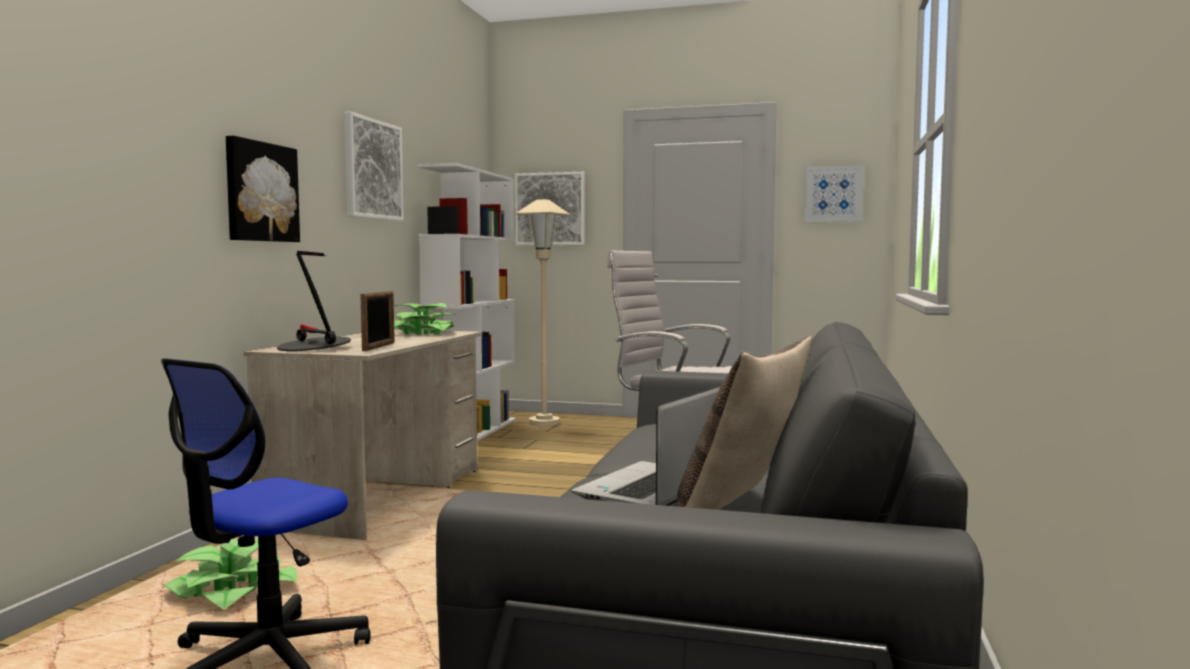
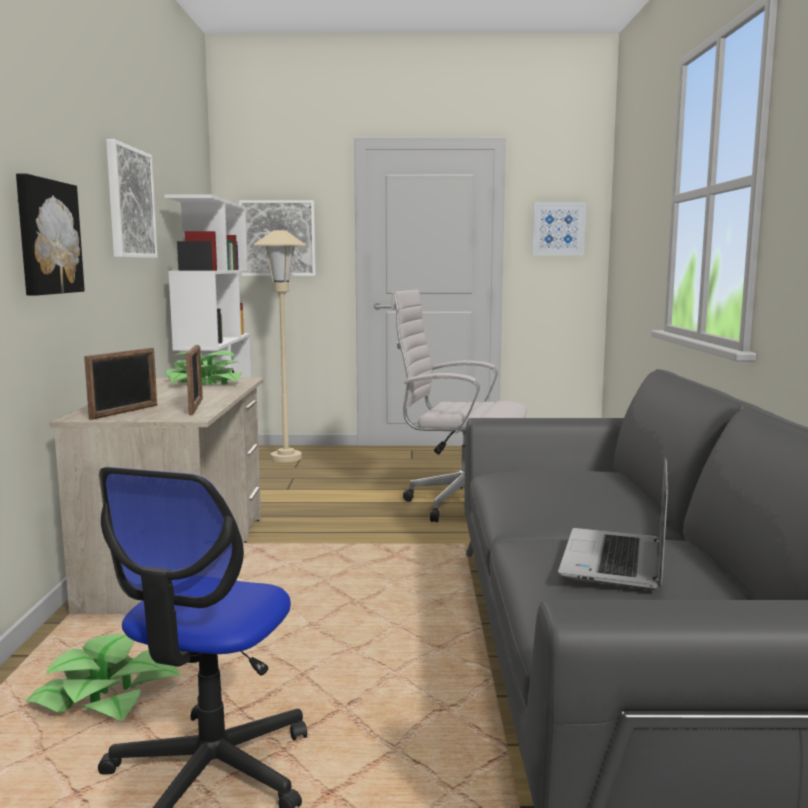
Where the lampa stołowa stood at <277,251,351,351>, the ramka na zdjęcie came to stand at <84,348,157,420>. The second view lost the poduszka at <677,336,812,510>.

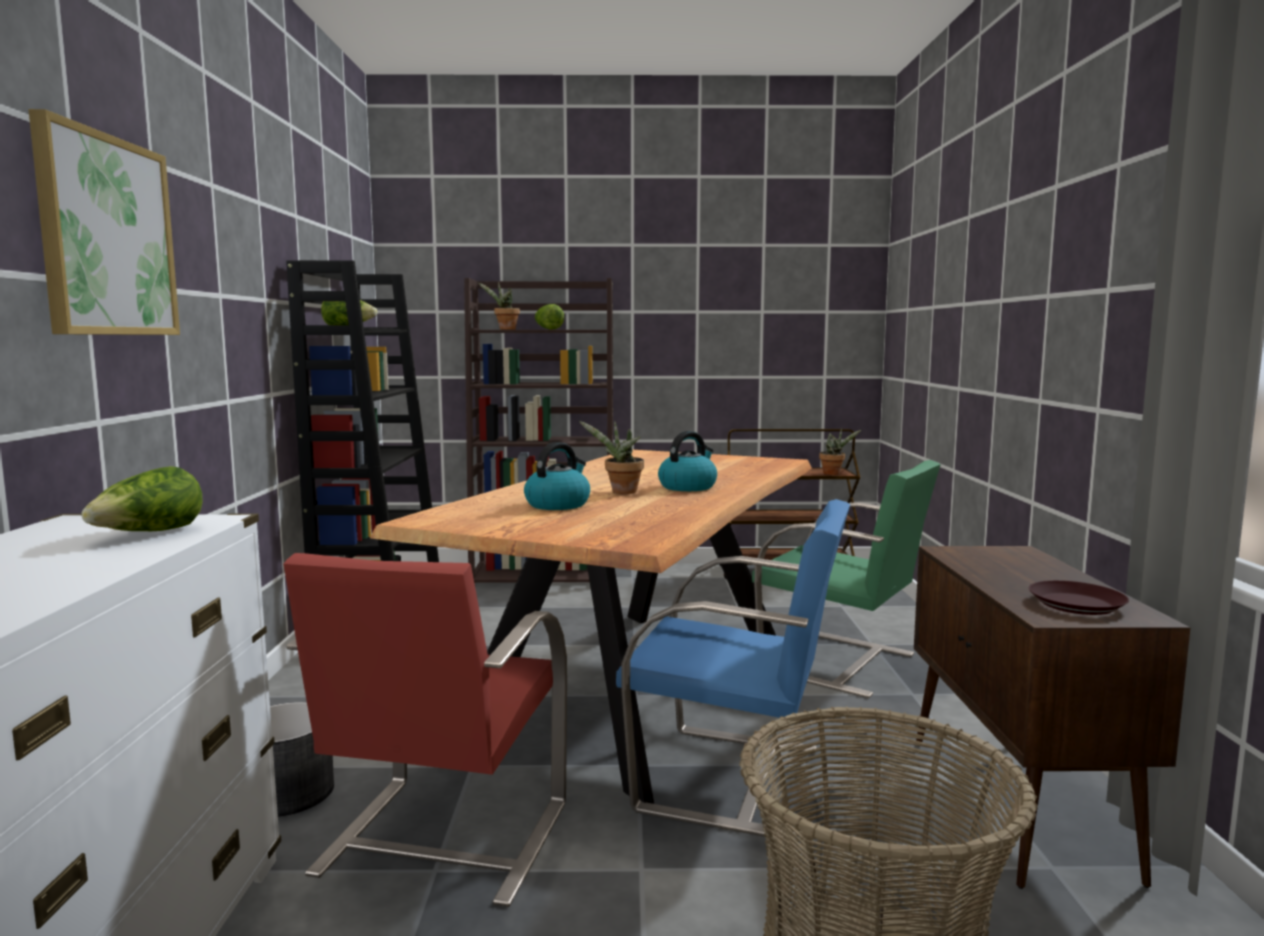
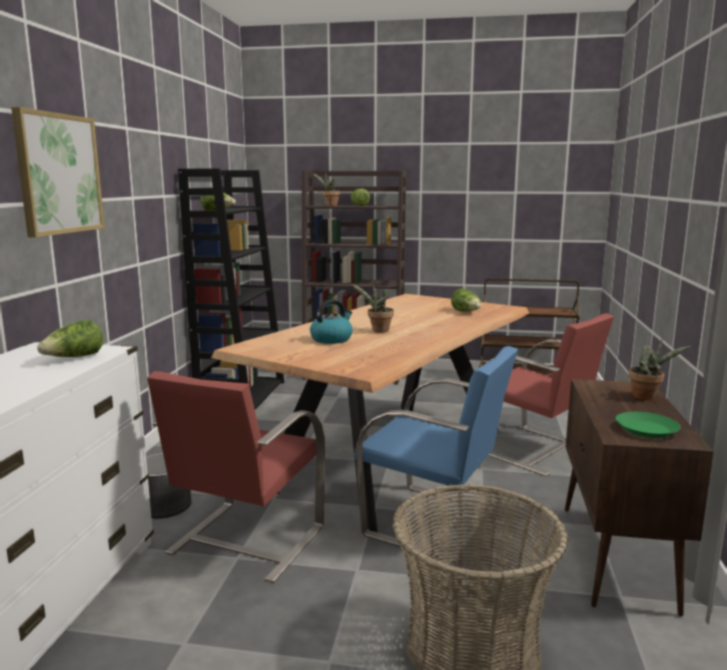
The roślina doniczkowa ended up elsewhere, having gone from <819,428,861,475> to <629,339,691,400>. The second view lost the czajnik at <658,431,717,491>. What was the krzesło [zielony] at <752,460,941,698> turned into the krzesło [czerwony] at <487,313,614,476>. What was the talerz [brązowy] at <1029,580,1129,615> turned into the talerz [zielony] at <616,412,681,438>. The second view gained the sałata at <451,288,481,312>.

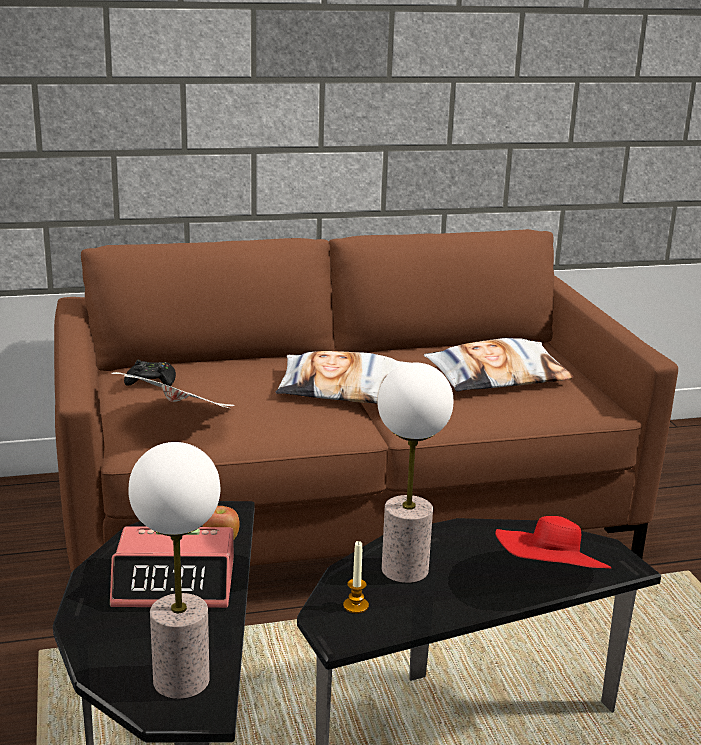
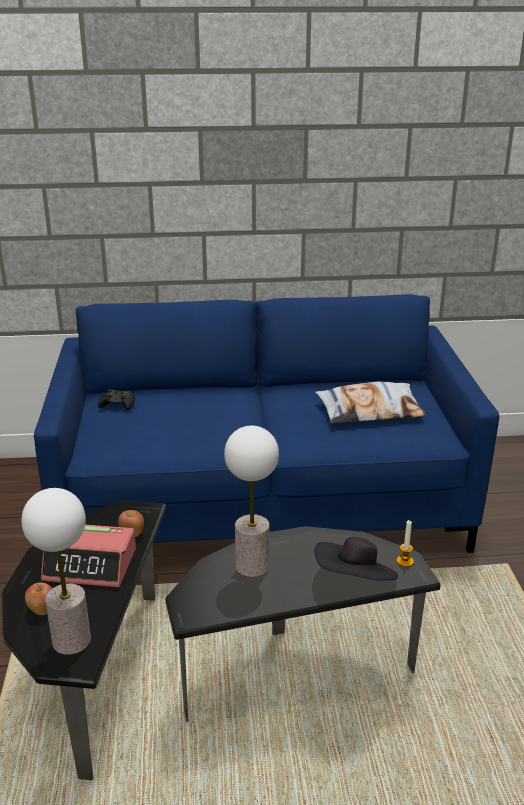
What was the kanapa [brązowy] at <54,229,678,573> turned into the kanapa [niebieski] at <34,294,499,553>. The second view lost the poduszka at <276,351,410,403>. The second view lost the gazeta at <111,372,234,408>. What was the kapelusz [czerwony] at <495,516,611,568> turned into the kapelusz [czarny] at <315,537,398,581>. The świeca ended up elsewhere, having gone from <343,541,369,613> to <396,520,414,567>. The second view gained the jabłko at <25,583,52,615>.

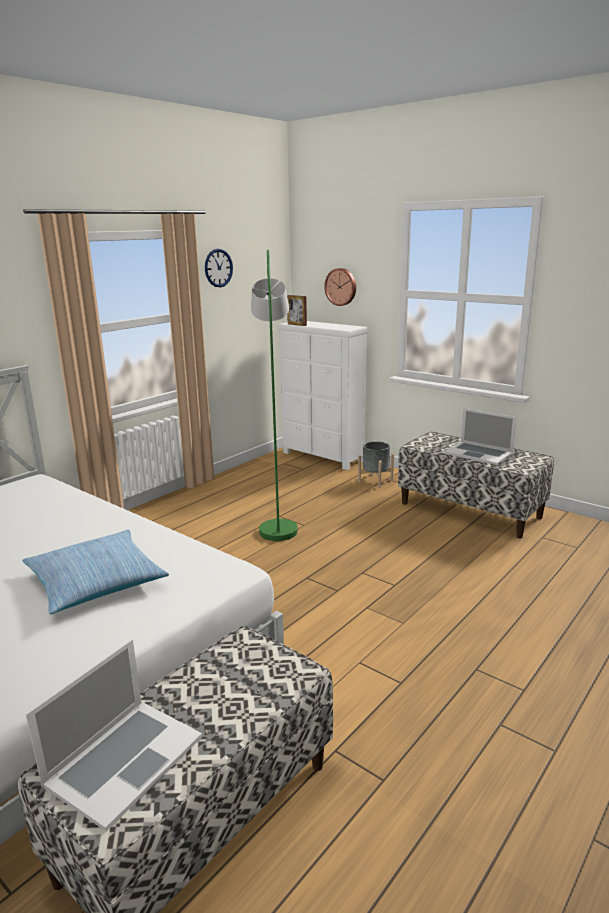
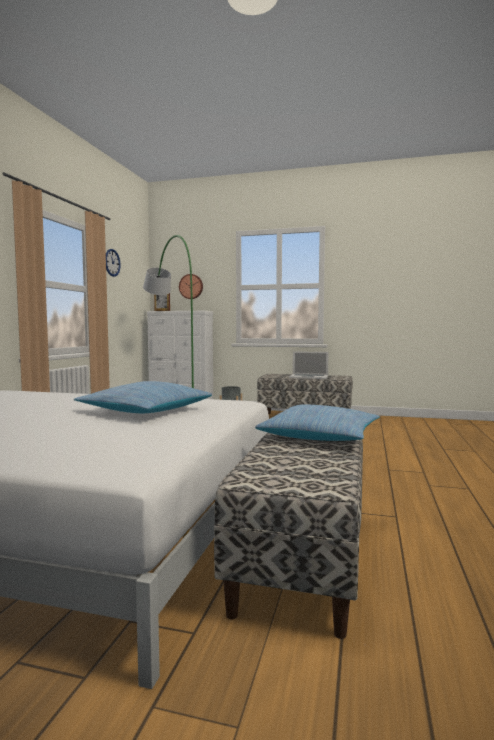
The second view lost the laptop at <26,639,202,832>. The second view gained the poduszka at <255,404,380,441>.

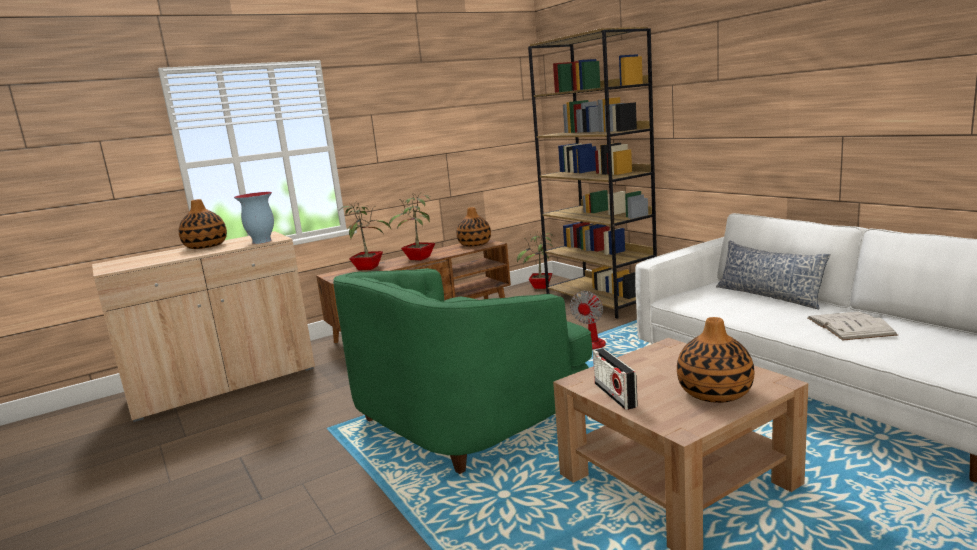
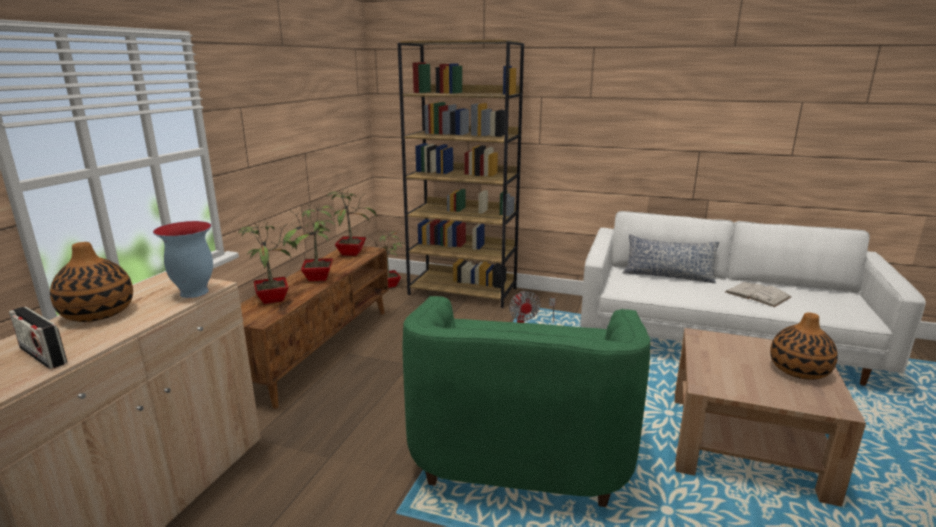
Where the wazon stood at <456,207,491,246>, the roślina doniczkowa came to stand at <327,188,377,256>. The radio ended up elsewhere, having gone from <593,348,638,410> to <9,306,67,369>.

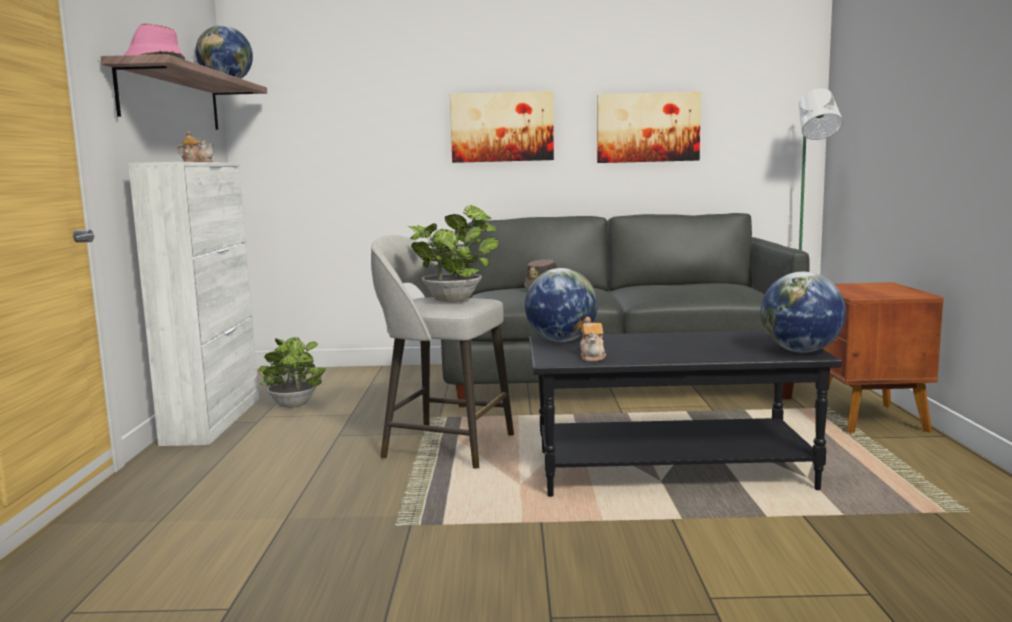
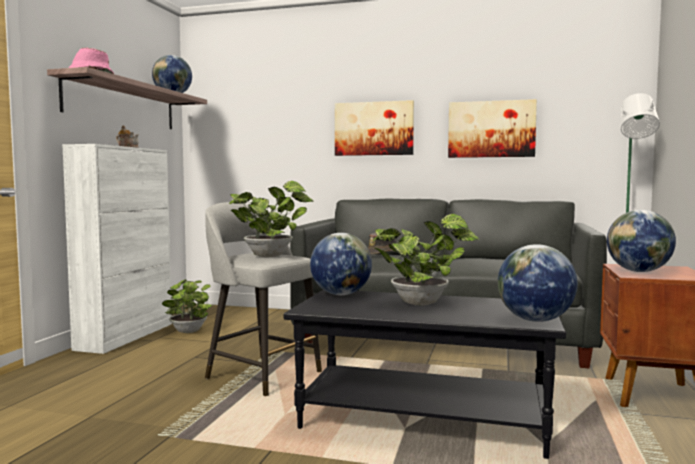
The second view lost the imbryk at <580,317,606,361>. The second view gained the globus at <607,210,676,272>. The second view gained the roślina doniczkowa at <373,214,479,305>.

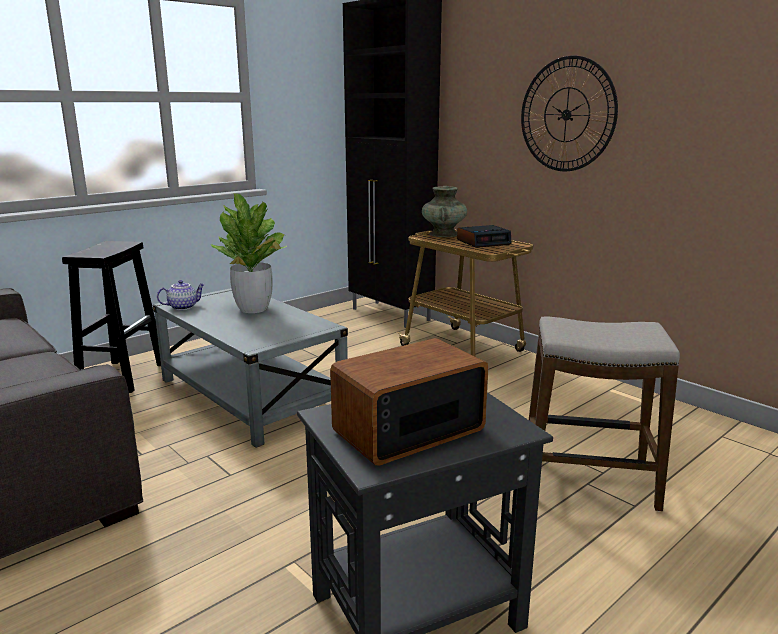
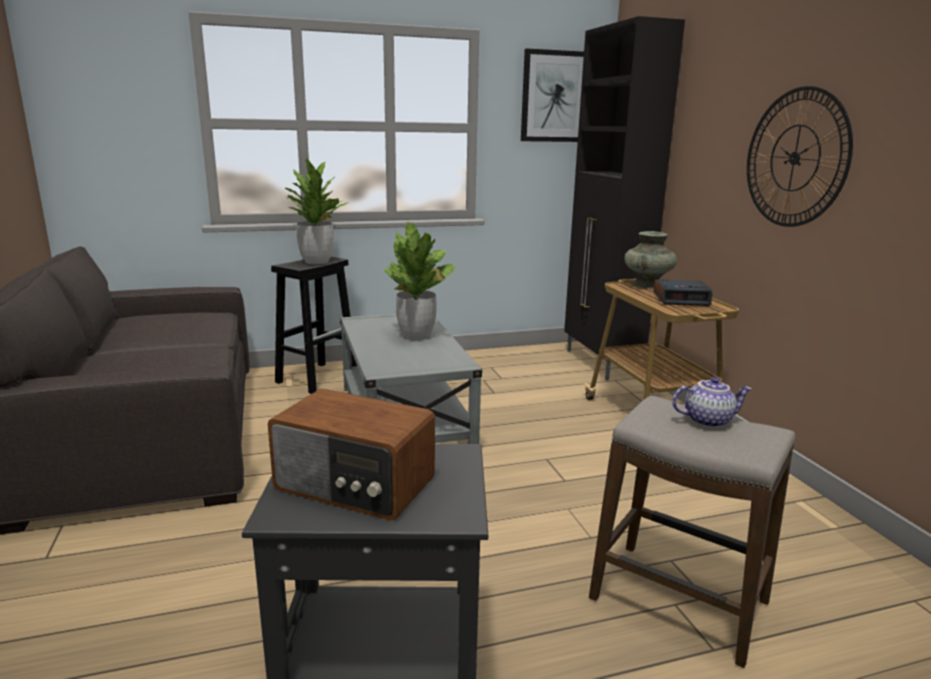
The imbryk ended up elsewhere, having gone from <157,280,205,310> to <672,377,752,428>. The radio at <330,338,489,466> ended up facing another way, 150 degrees counterclockwise from before. The second view gained the obraz at <521,48,584,142>. The second view gained the roślina doniczkowa at <285,158,349,264>.

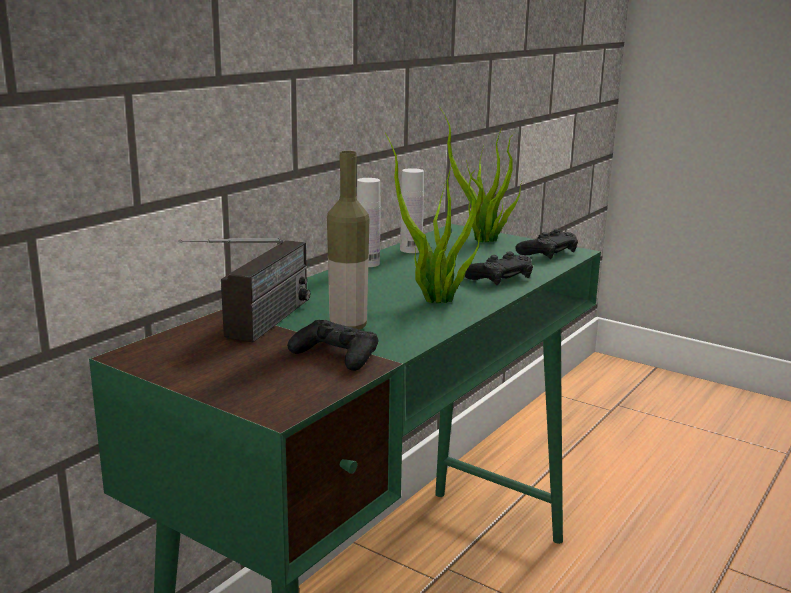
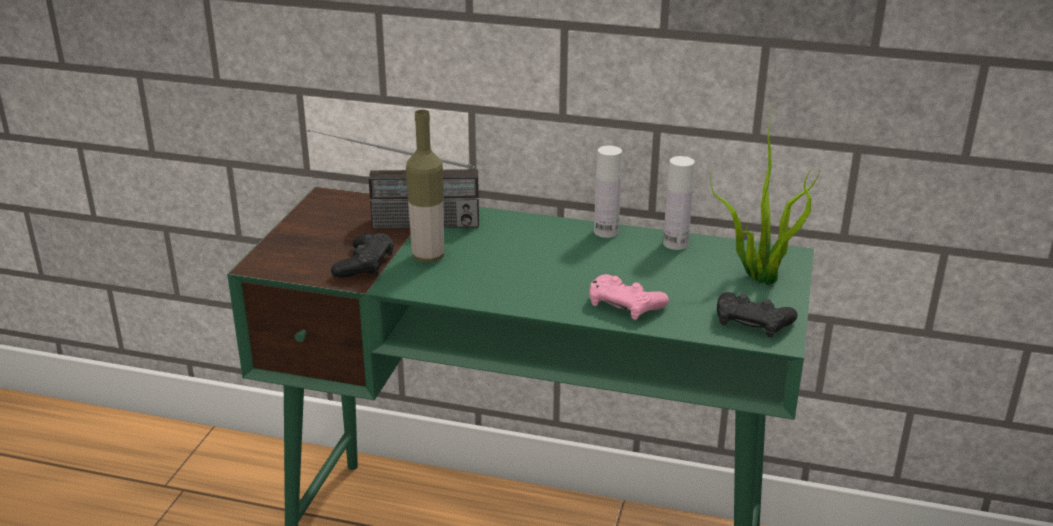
The second view lost the roślina doniczkowa at <385,133,481,303>. What was the pad do gier [czarny] at <465,251,533,285> turned into the pad do gier [różowy] at <589,274,669,320>.

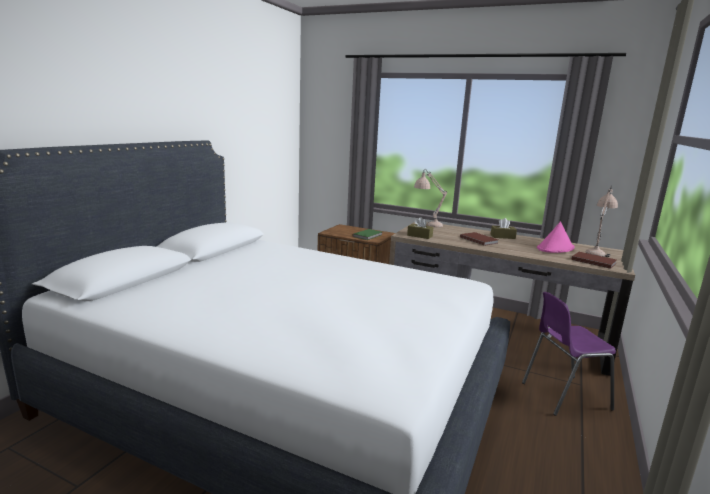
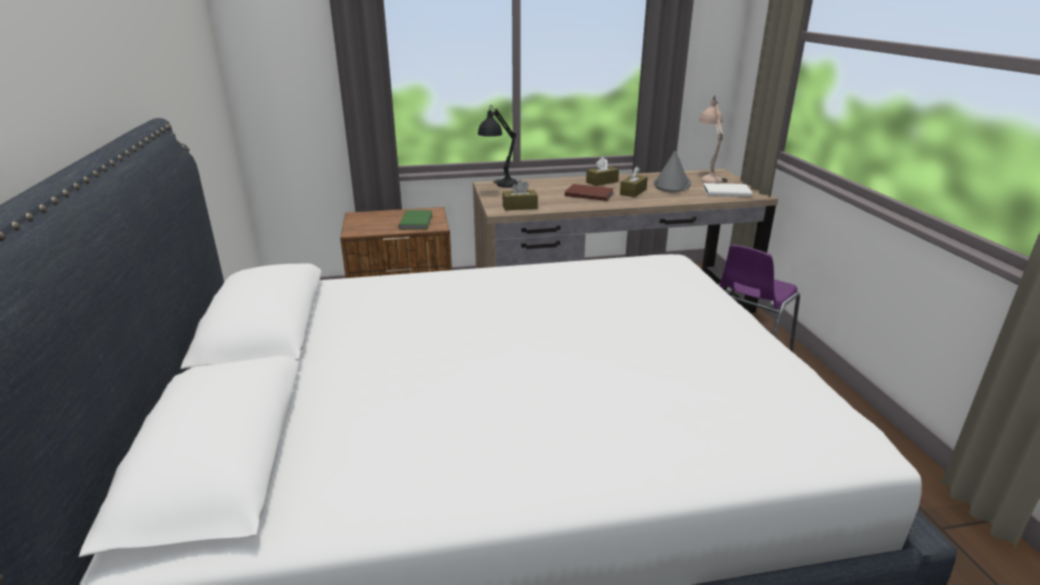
What was the lampa stołowa [beżowy] at <414,169,447,227> turned into the lampa stołowa [czarny] at <478,105,518,188>. What was the kapelusz [różowy] at <537,221,575,253> turned into the kapelusz [szary] at <654,150,691,192>. What was the książka [brązowy] at <572,252,617,269> turned into the książka [biały] at <703,183,752,197>. The second view gained the pudełko chusteczek [brązowy] at <620,166,648,197>.

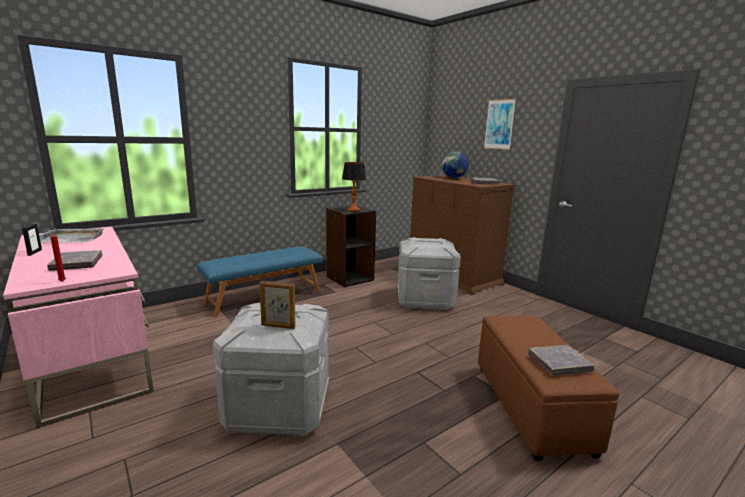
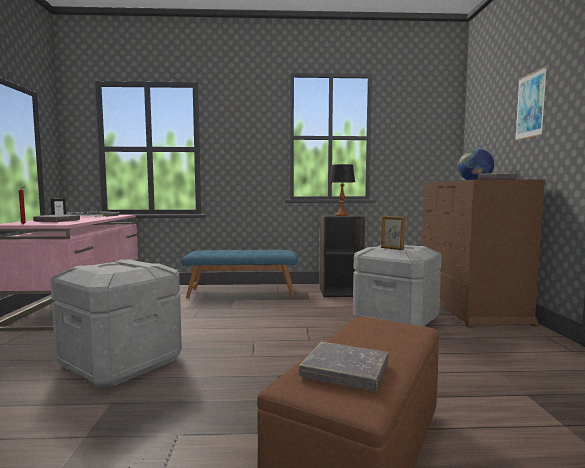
The ramka na zdjęcie ended up elsewhere, having gone from <259,281,295,329> to <381,216,405,250>.

